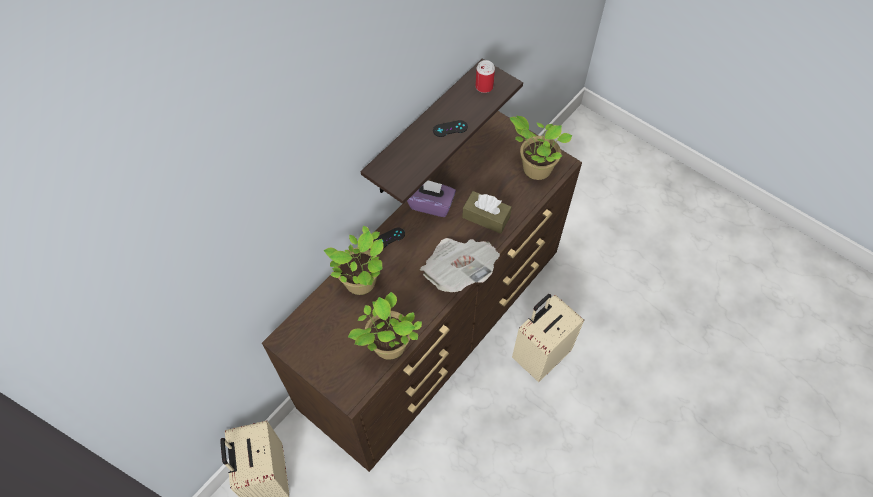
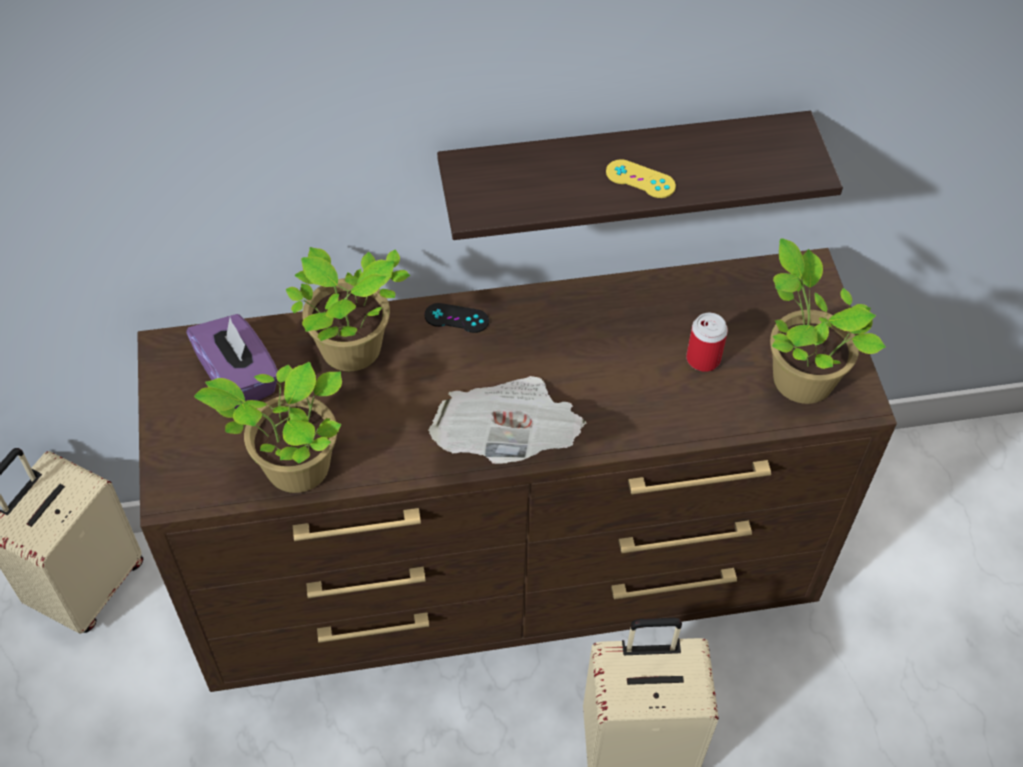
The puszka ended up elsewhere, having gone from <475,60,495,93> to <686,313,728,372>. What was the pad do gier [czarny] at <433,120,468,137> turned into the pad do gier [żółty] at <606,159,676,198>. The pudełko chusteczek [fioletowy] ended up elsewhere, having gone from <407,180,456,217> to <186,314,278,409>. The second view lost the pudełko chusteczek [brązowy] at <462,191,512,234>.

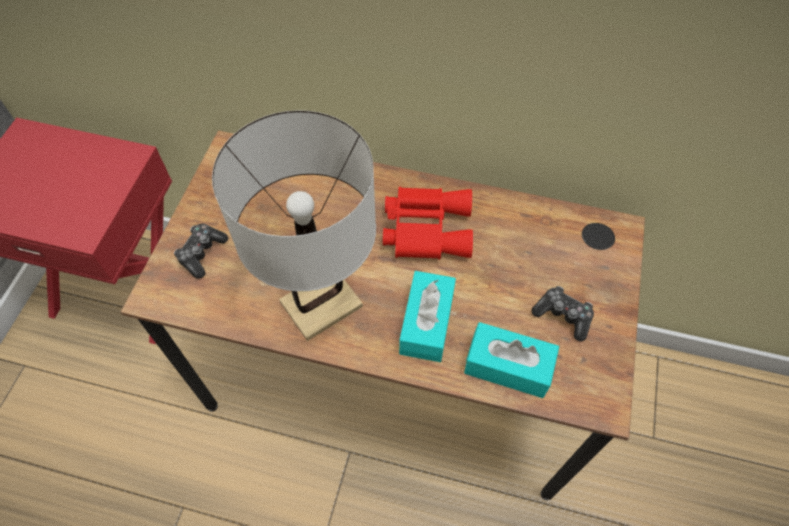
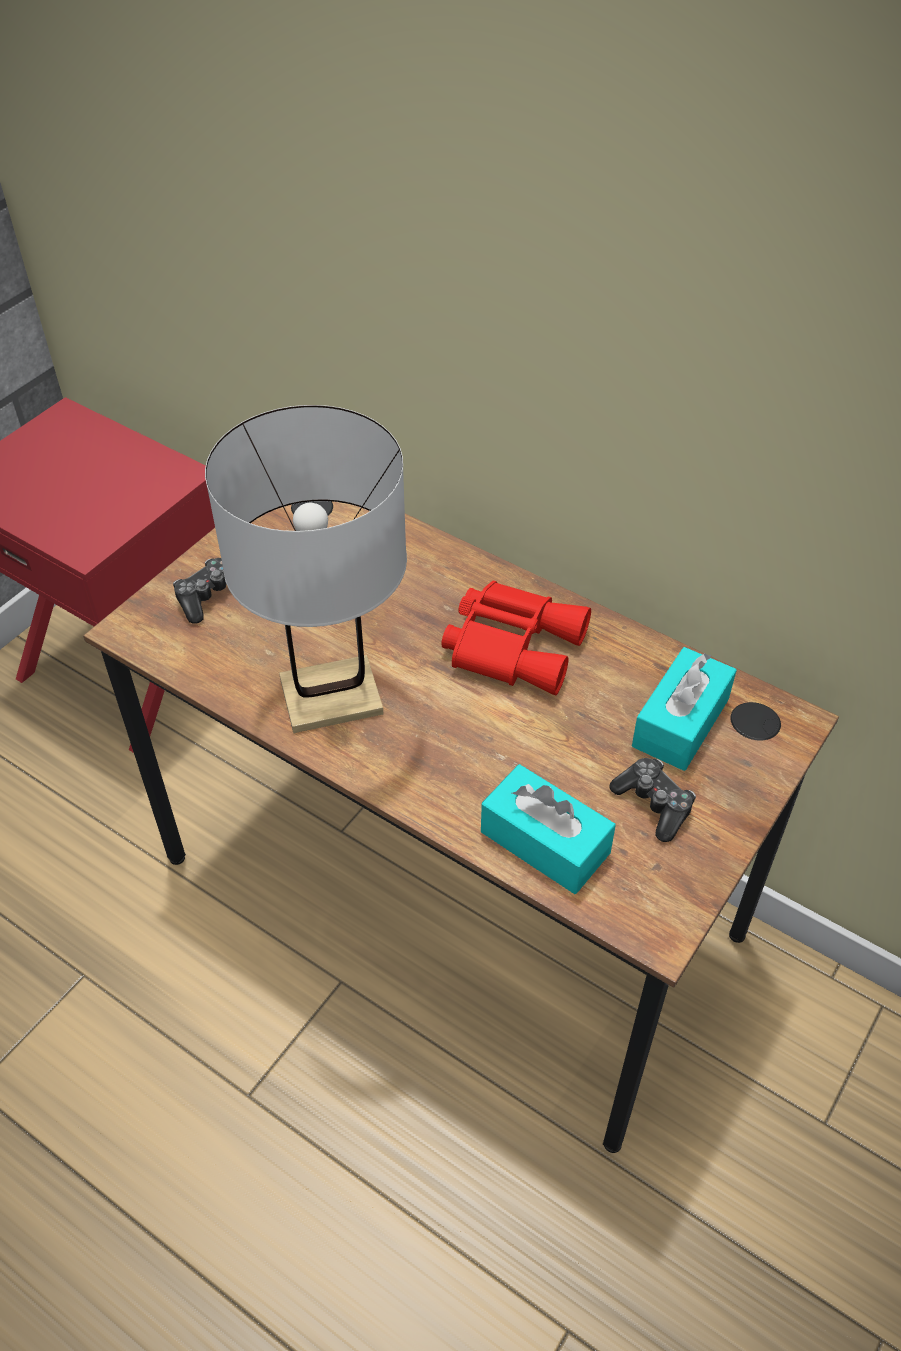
The pudełko chusteczek [turkusowy] ended up elsewhere, having gone from <399,271,456,362> to <632,647,737,771>.

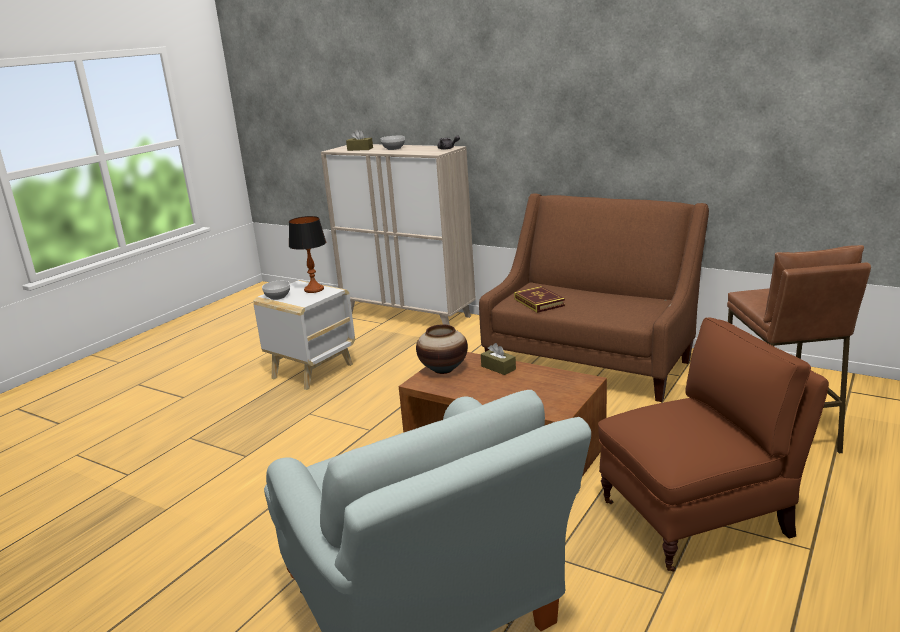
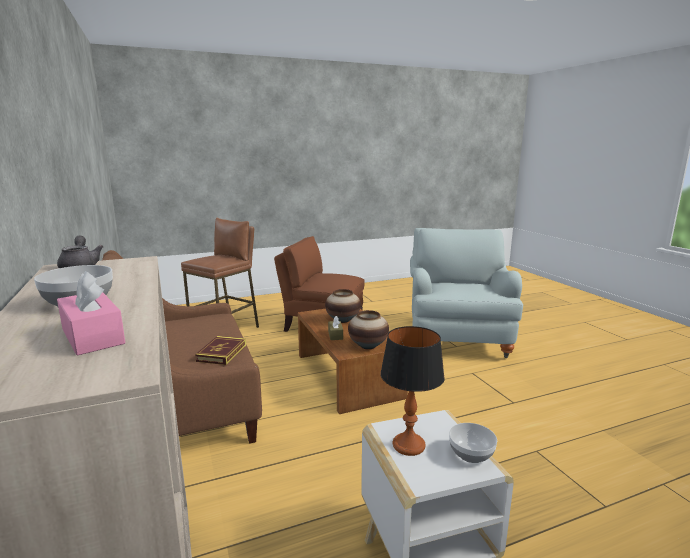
What was the pudełko chusteczek [brązowy] at <346,129,373,151> turned into the pudełko chusteczek [różowy] at <57,271,125,356>. The second view gained the wazon at <325,289,361,323>.

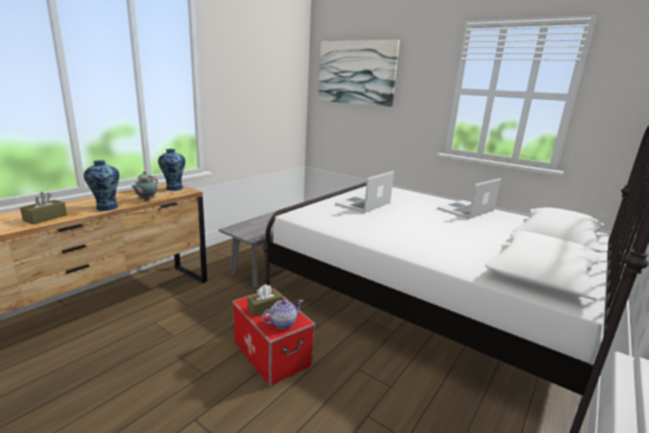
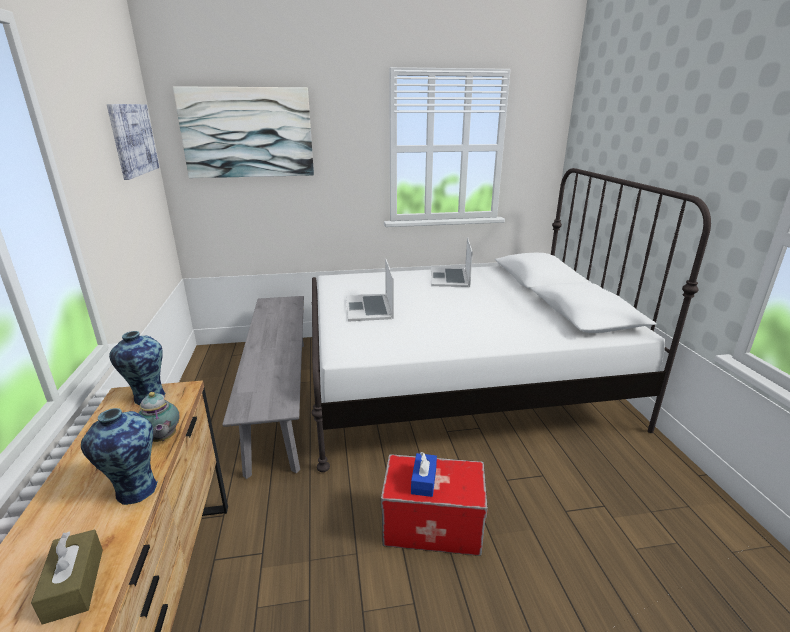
What was the pudełko chusteczek [brązowy] at <247,284,283,317> turned into the pudełko chusteczek [niebieski] at <411,452,437,497>. The second view lost the imbryk at <262,300,303,329>. The second view gained the obraz at <107,104,159,180>.

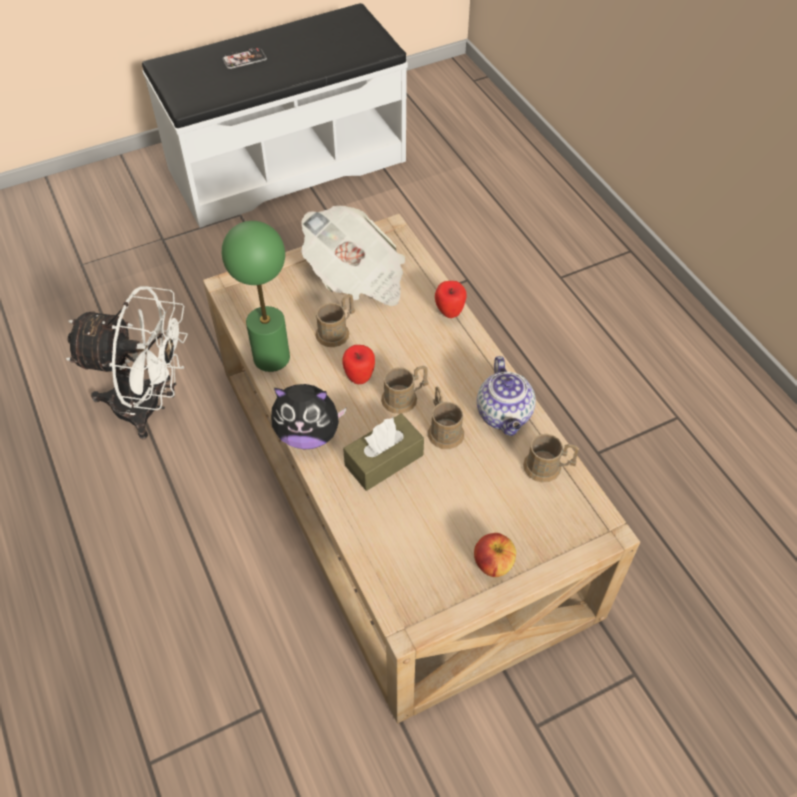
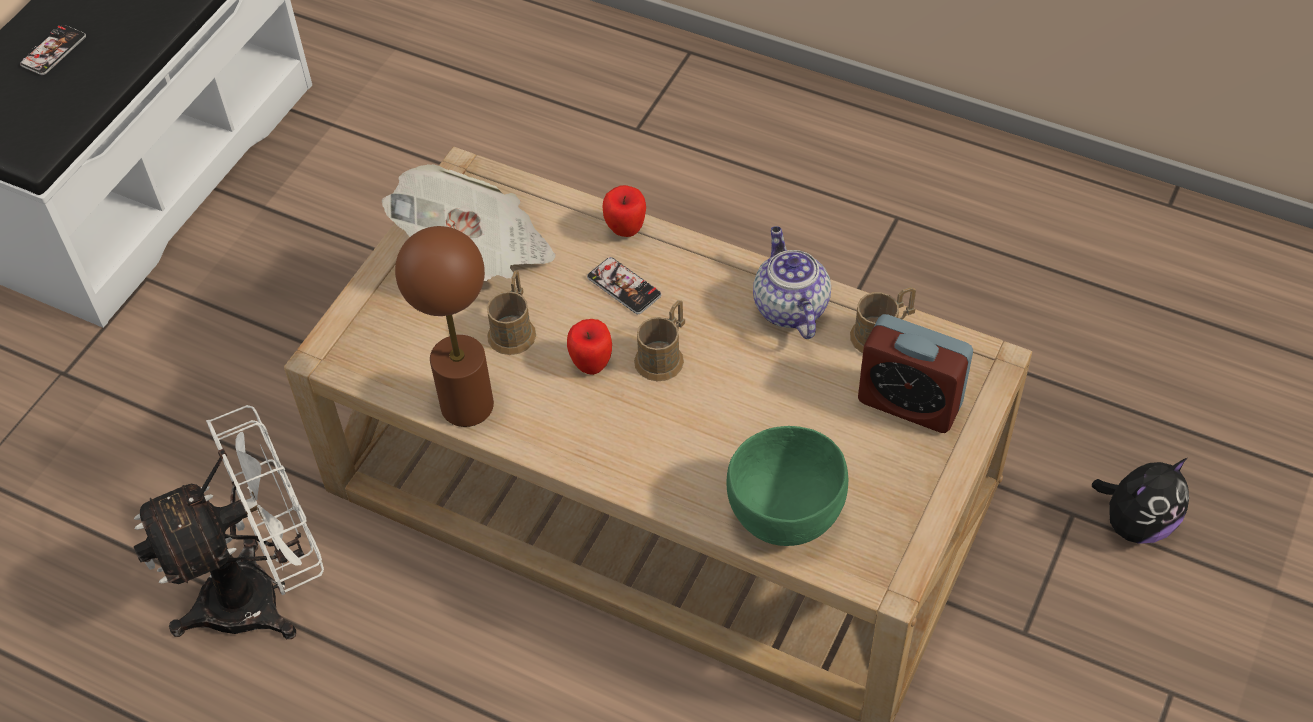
What was the lampa stołowa [zielony] at <222,221,290,372> turned into the lampa stołowa [brązowy] at <395,226,494,427>. The imbryk at <477,356,536,436> ended up facing another way, 150 degrees counterclockwise from before. The pluszak ended up elsewhere, having gone from <271,384,347,450> to <1092,458,1189,544>. The second view lost the kubek [brązowy] at <428,386,464,449>. The second view lost the pudełko chusteczek [brązowy] at <343,414,424,491>. The second view lost the jabłko at <474,533,516,577>. The second view gained the telefon at <587,257,662,314>. The second view gained the budzik at <858,314,973,433>. The second view gained the miska [zielony] at <727,426,848,546>.

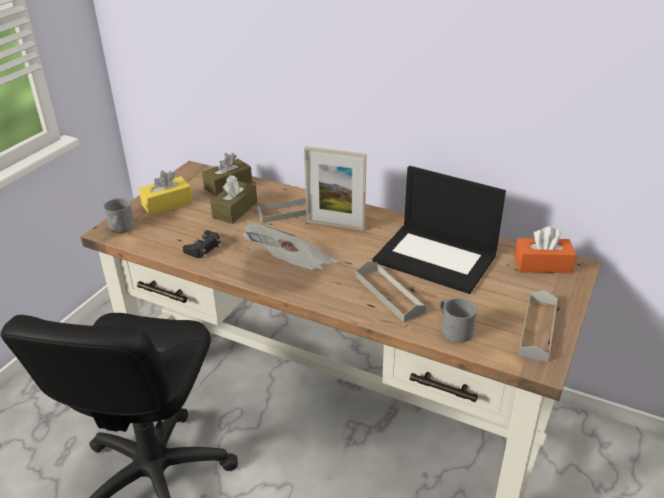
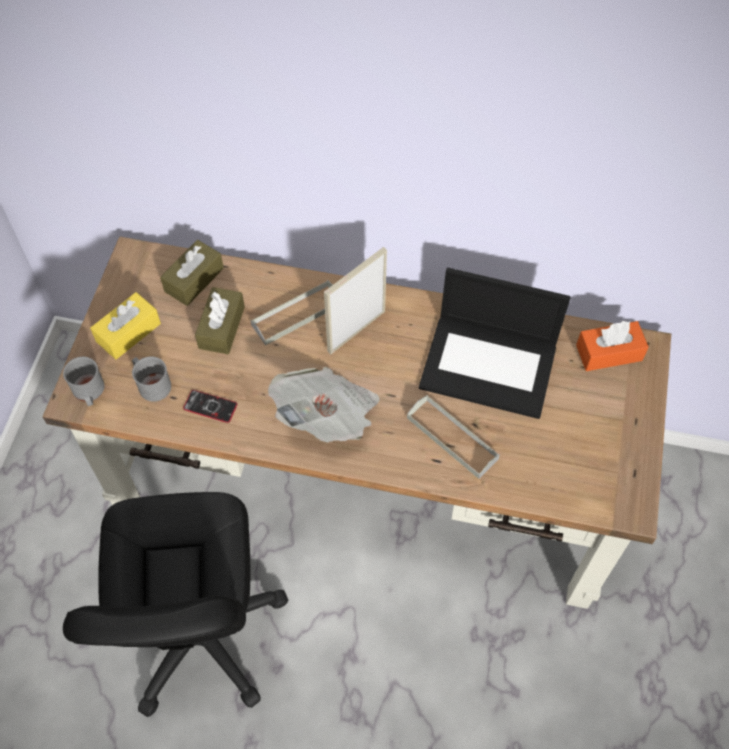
The ramka na zdjęcie at <304,146,366,231> ended up facing another way, 135 degrees clockwise from before. Where the pad do gier [czarny] stood at <183,230,222,259>, the telefon came to stand at <183,390,237,423>. The second view lost the taca [szary] at <518,290,558,362>. The kubek [szary] ended up elsewhere, having gone from <440,297,477,343> to <132,356,171,402>.

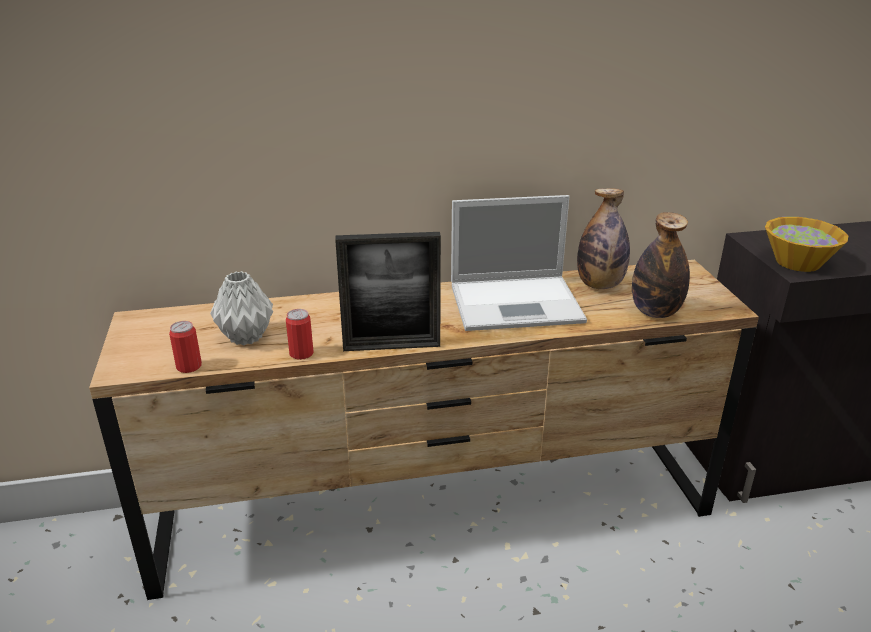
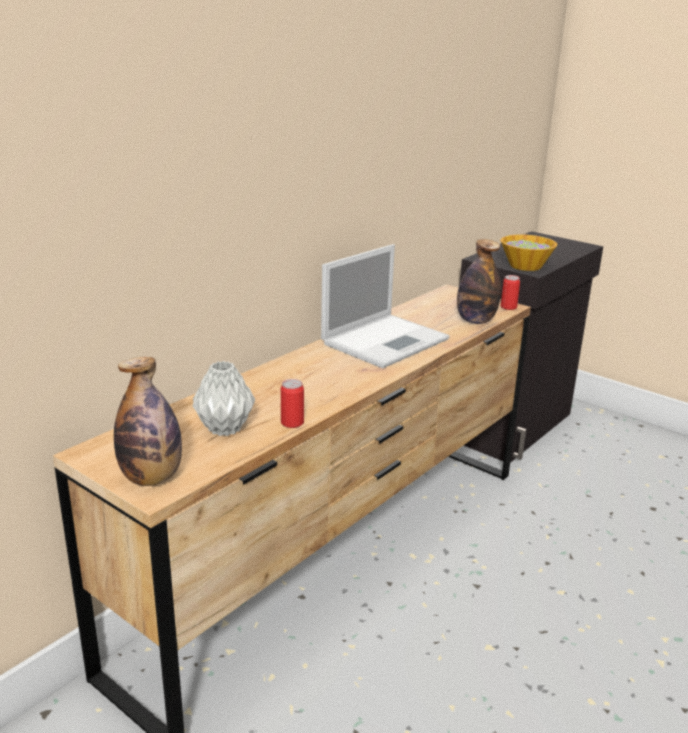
The butelka ended up elsewhere, having gone from <577,188,630,289> to <114,357,182,486>. The second view lost the ramka na zdjęcie at <335,232,441,351>. The puszka ended up elsewhere, having gone from <169,321,202,373> to <501,275,520,310>.

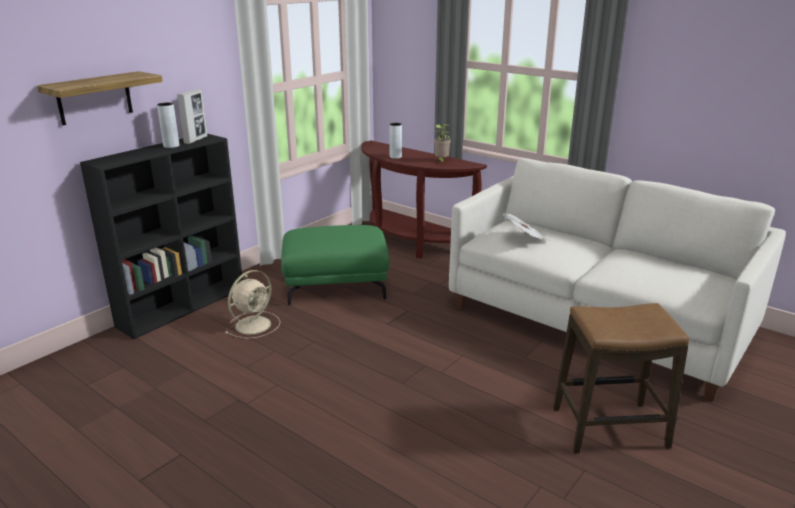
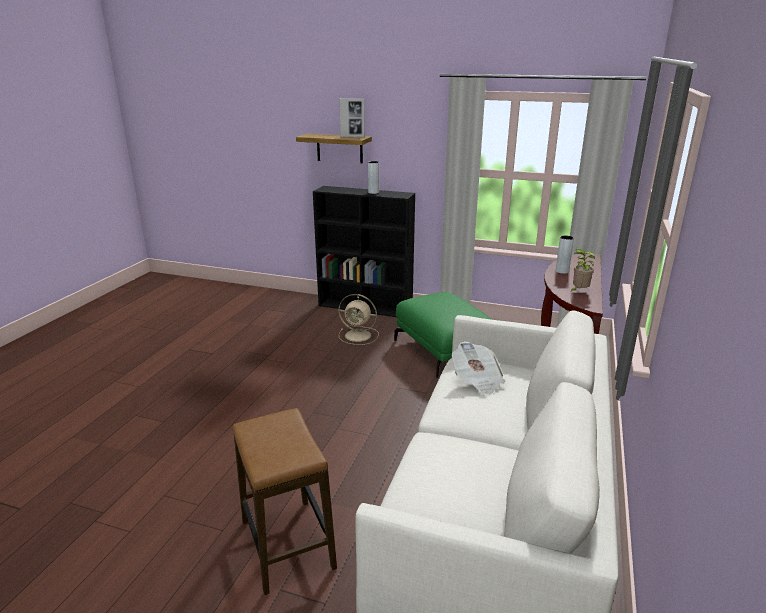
The ramka na zdjęcie ended up elsewhere, having gone from <177,89,207,144> to <339,99,364,137>.

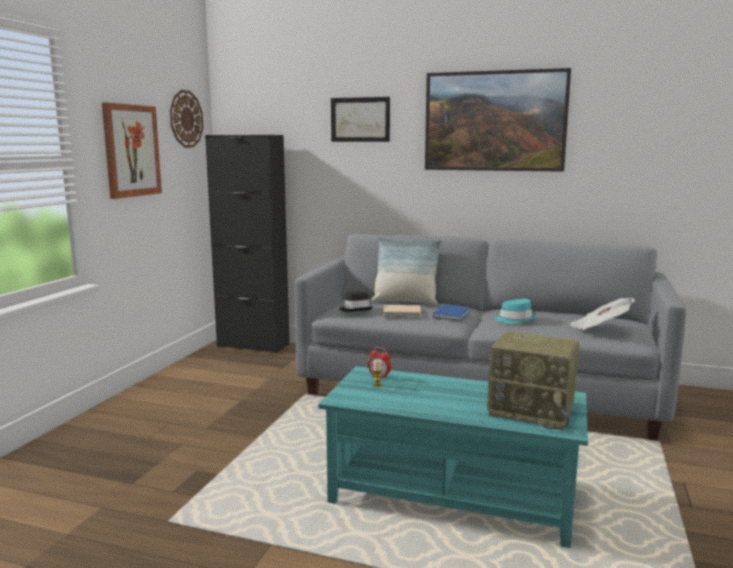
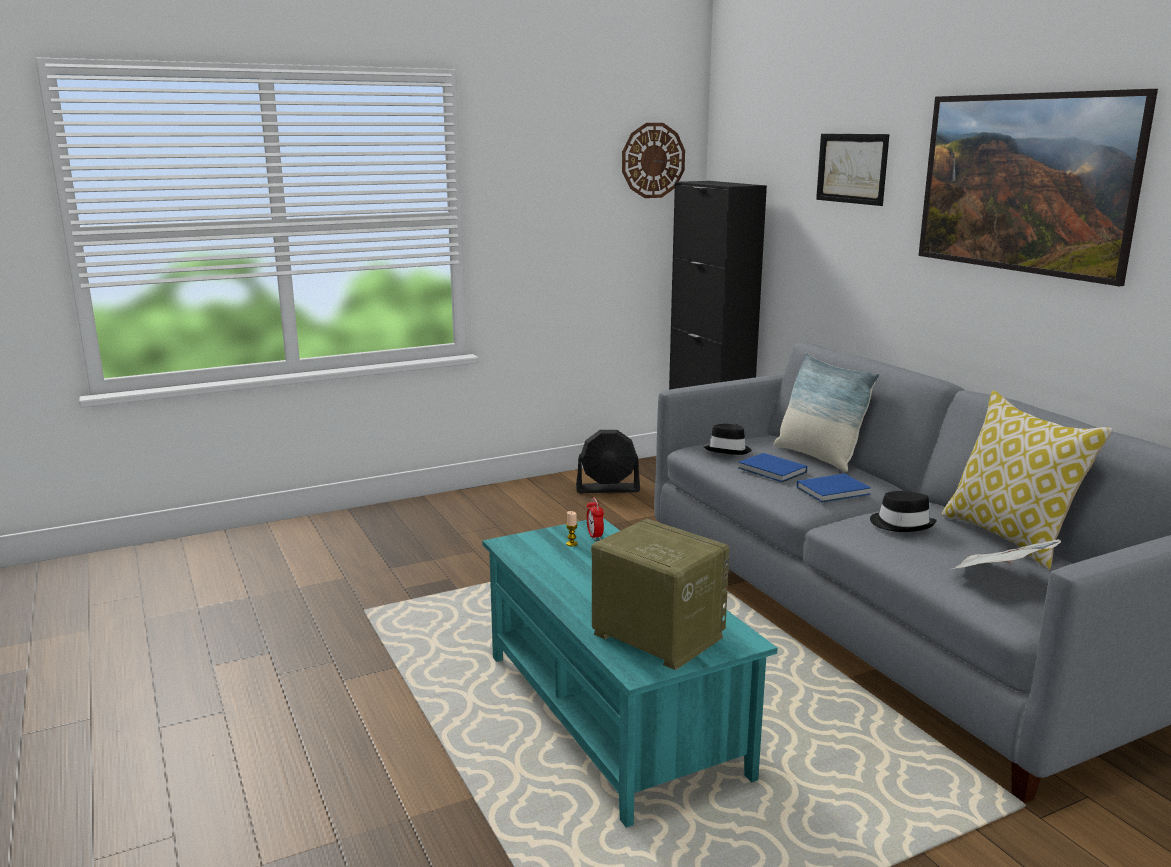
The second view lost the obraz at <102,102,162,199>. What was the kapelusz [turkusowy] at <494,299,536,324> turned into the kapelusz [czarny] at <870,491,937,532>. What was the książka [beżowy] at <384,305,421,317> turned into the książka [niebieski] at <738,453,807,482>. The radio at <487,331,579,430> ended up facing another way, 150 degrees clockwise from before. The second view gained the poduszka at <941,391,1113,570>. The second view gained the wentylator [czarny] at <576,430,640,493>.

